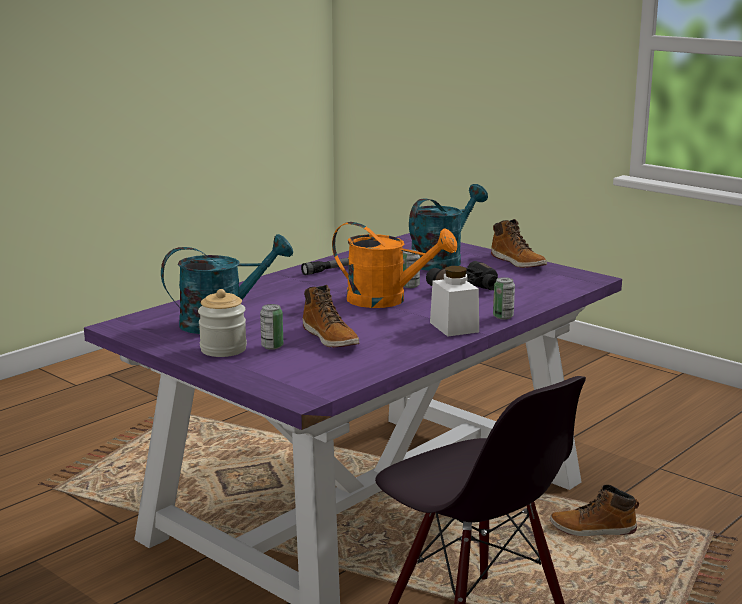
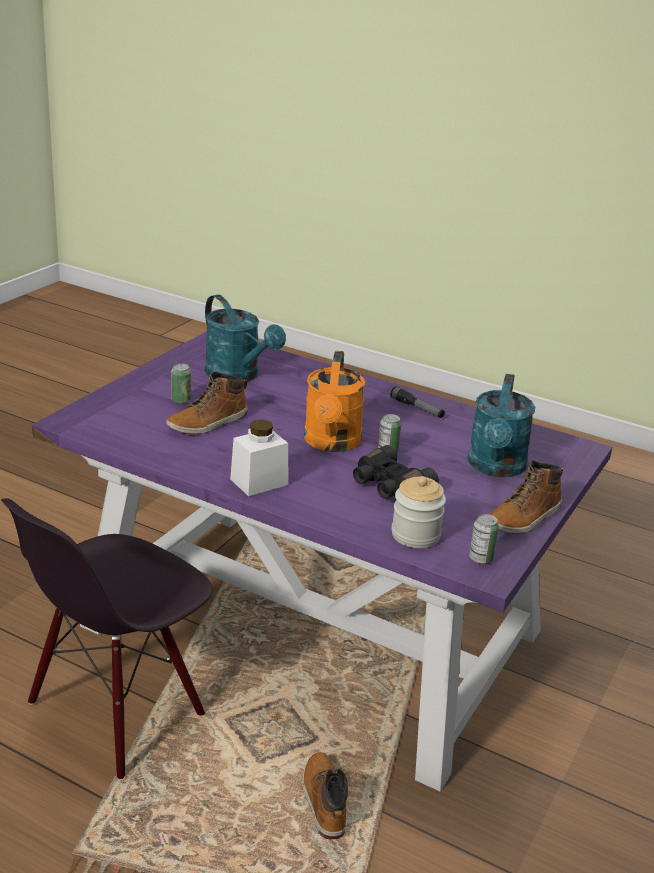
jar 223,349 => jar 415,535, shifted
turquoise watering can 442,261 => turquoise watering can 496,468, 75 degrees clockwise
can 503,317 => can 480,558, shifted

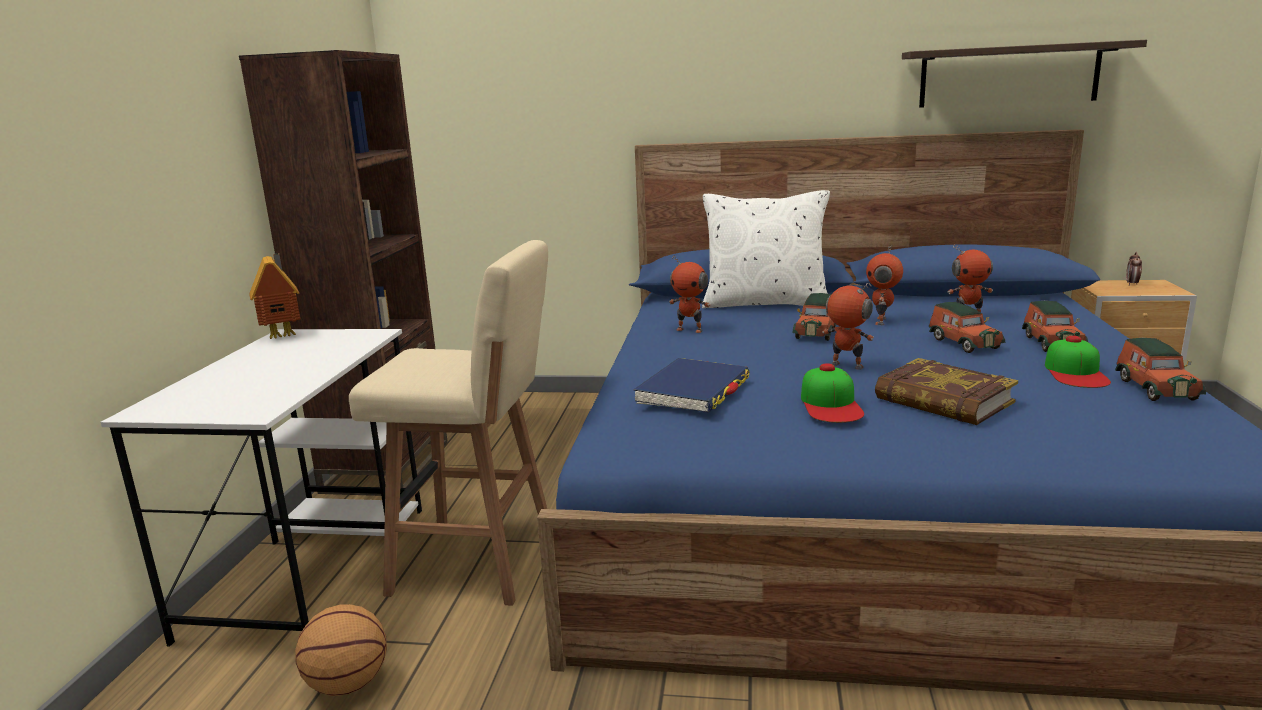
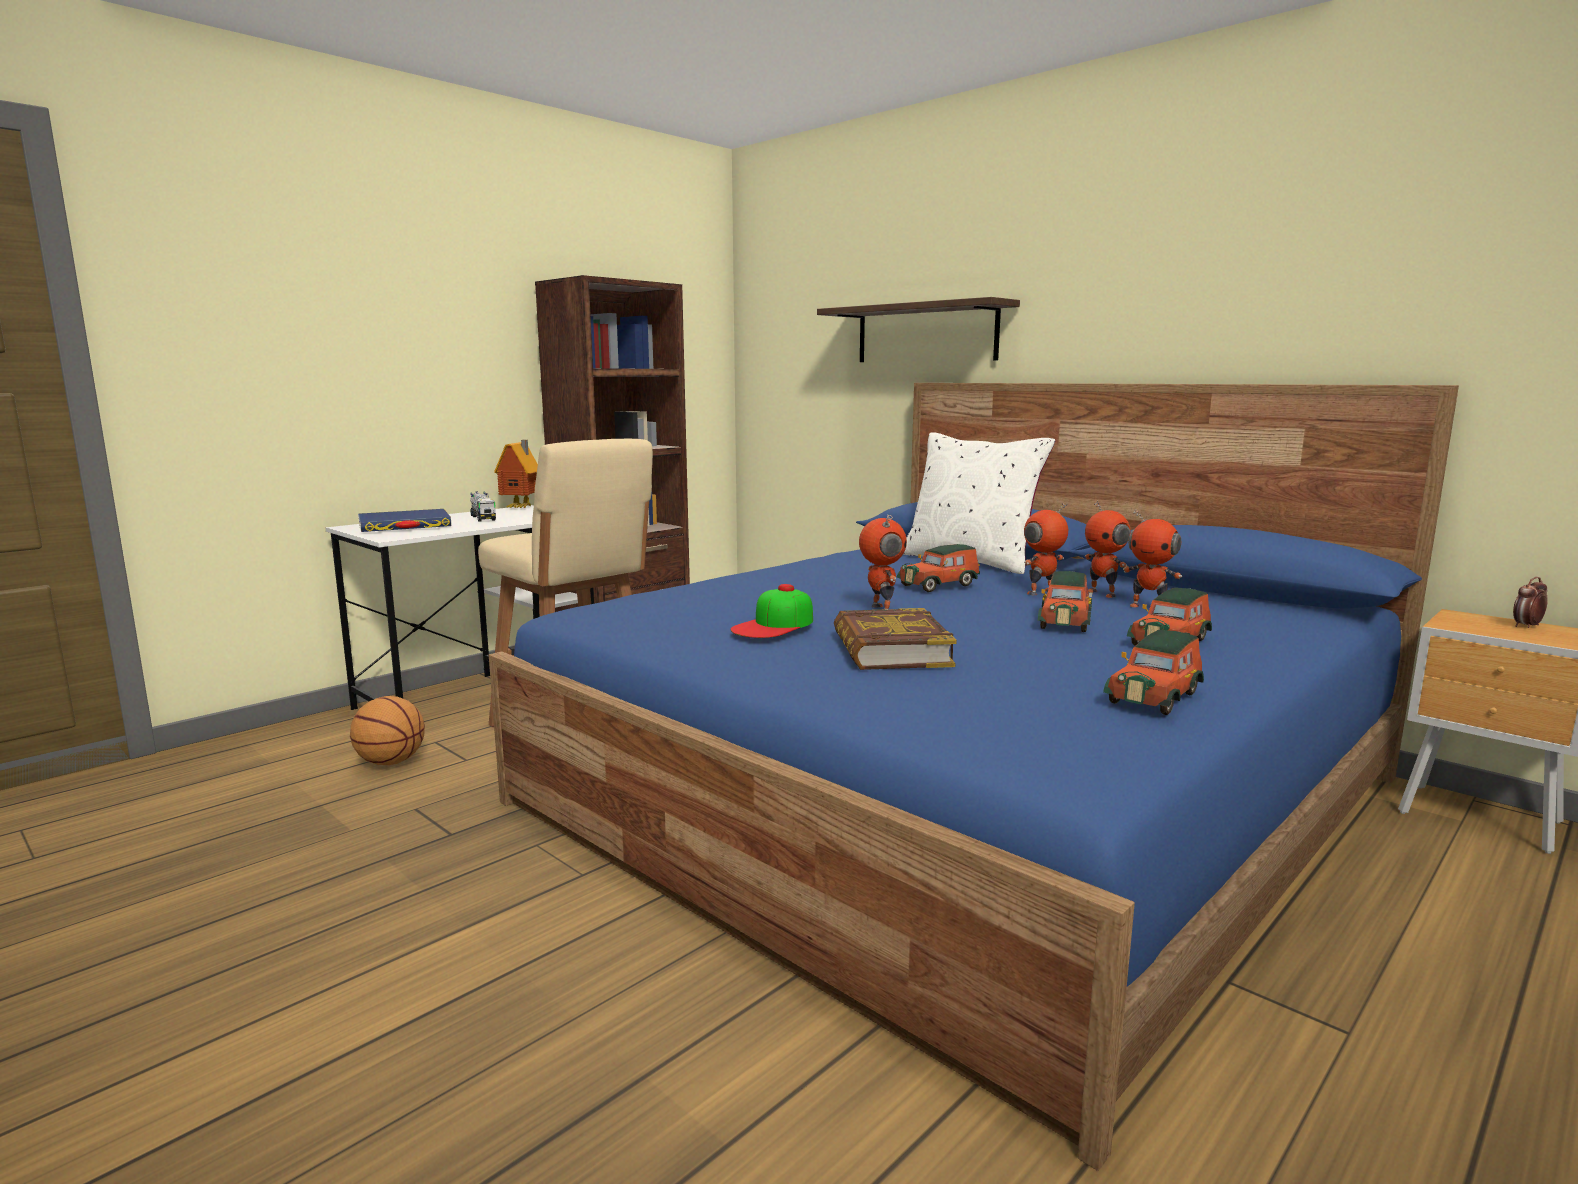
blue book 693,391 => blue book 404,526, shifted
nothing => toy truck 483,518
shelf 1008,76 => shelf 926,333, shifted
toy robot 690,330 => toy robot 1103,593, shifted
cap 1076,372 => nothing

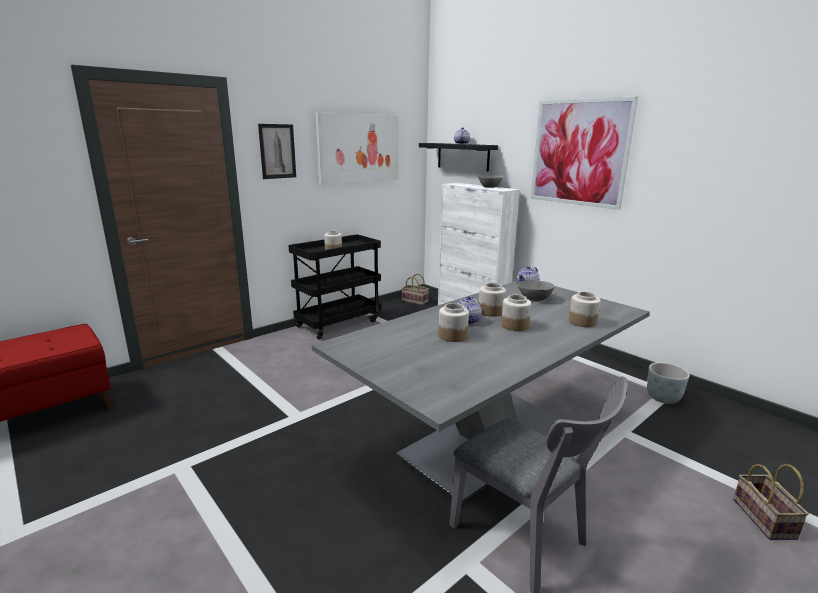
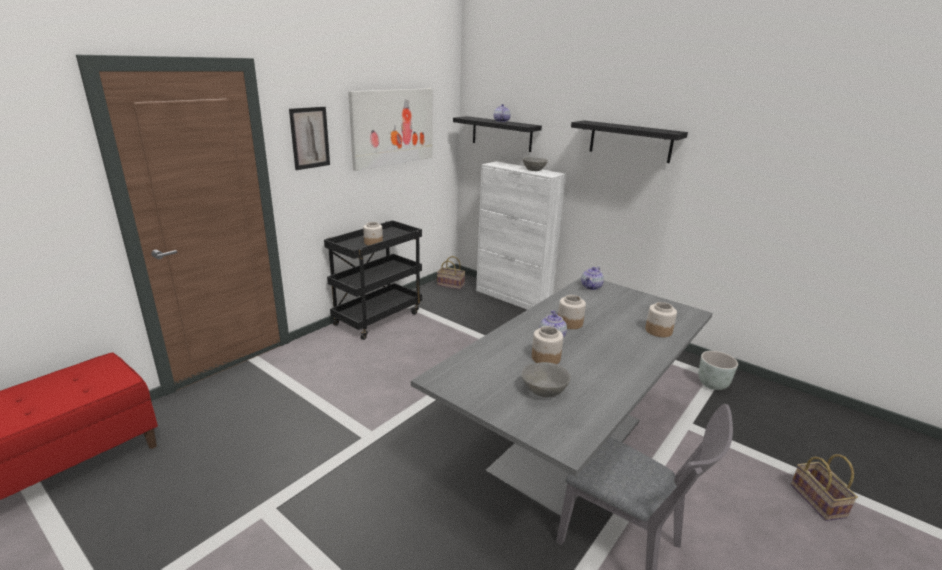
grey bowl 535,298 => grey bowl 544,390, shifted
picture 579,153 => black shelf 630,141
jar 514,325 => nothing

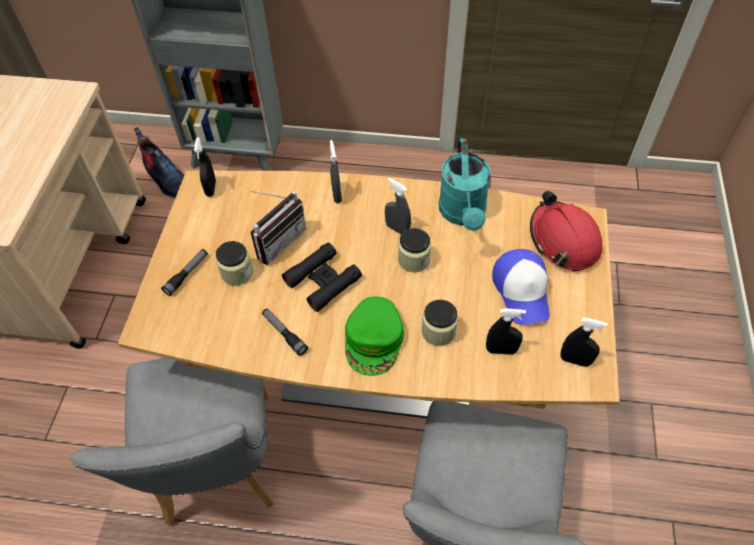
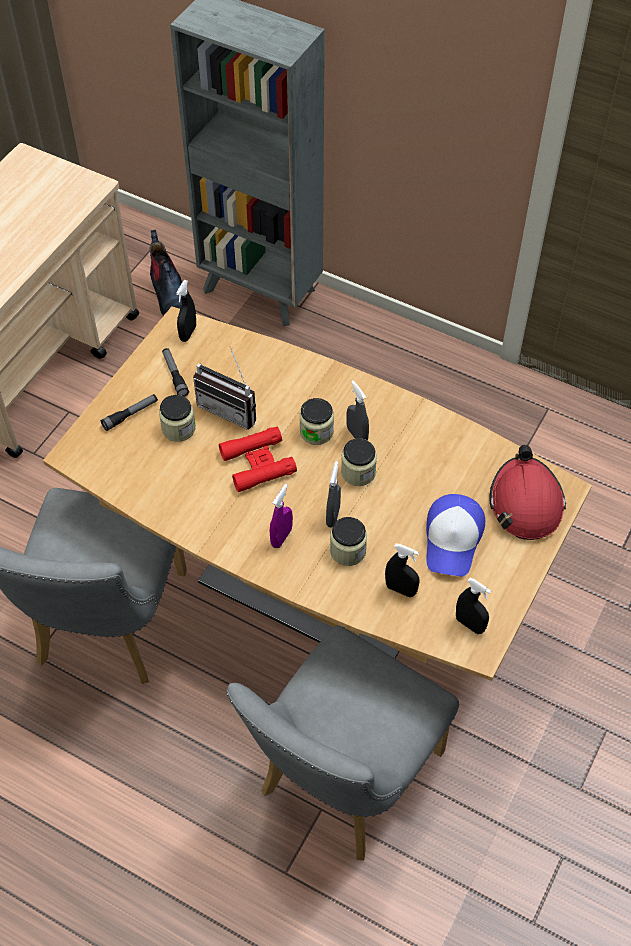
flashlight 284,334 => flashlight 175,375, shifted
radio 277,240 => radio 231,408, 60 degrees clockwise
black binoculars 322,280 => red binoculars 258,463
green cap 374,339 => purple spray bottle 281,537
nothing => jar 316,432
grey spray bottle 336,194 => grey spray bottle 333,516, shifted
turquoise watering can 463,214 => nothing

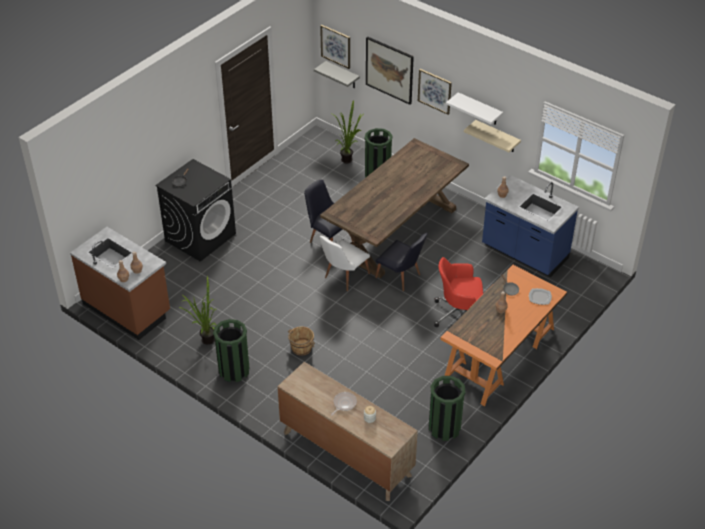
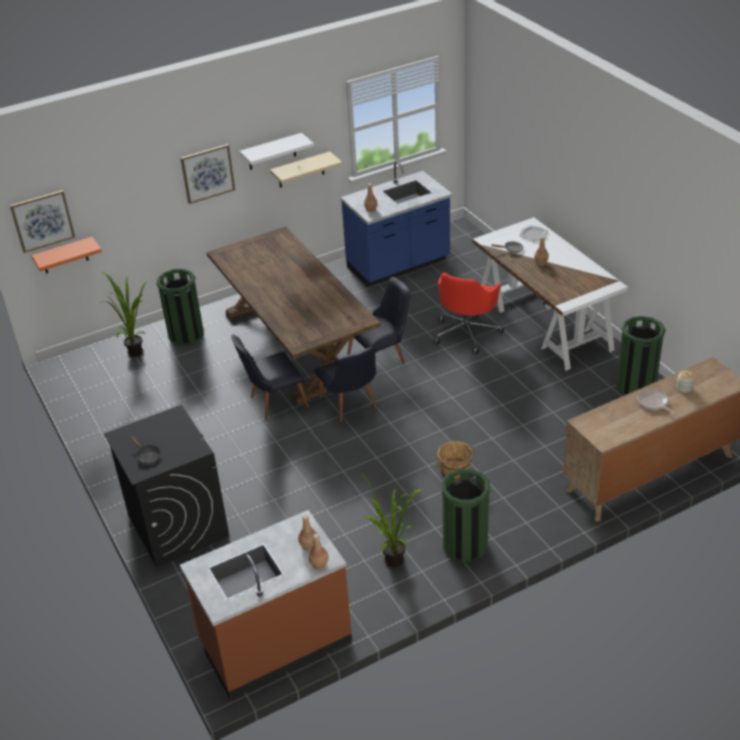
grey shelf 342,75 => orange shelf 64,256
white chair 343,277 => black chair 350,406
orange desk 500,355 => white desk 544,321
picture 389,70 => nothing

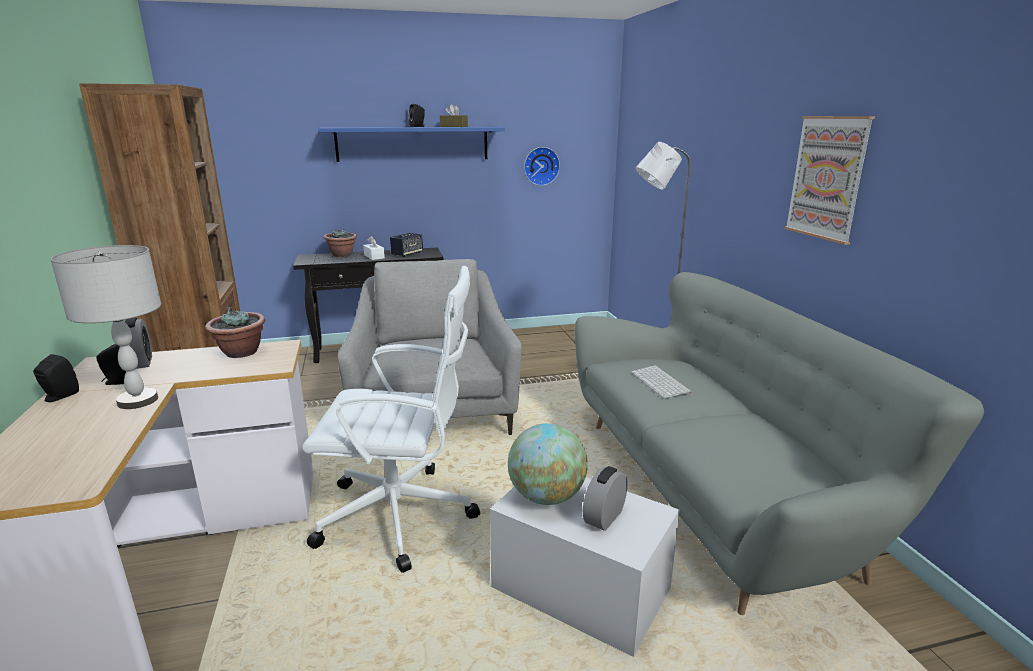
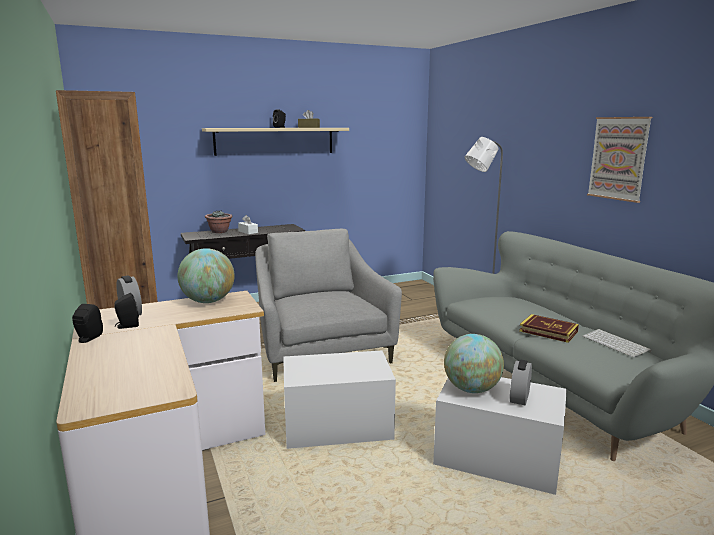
potted plant 241,353 => globe 208,301
blue shelf 413,143 => beige shelf 275,141
white office chair 401,516 => white storage box 337,426
nothing => book 548,331
keyboard 661,383 => keyboard 616,344, shifted
grey table lamp 139,401 => nothing
speaker 407,254 => nothing
wall clock 541,166 => nothing

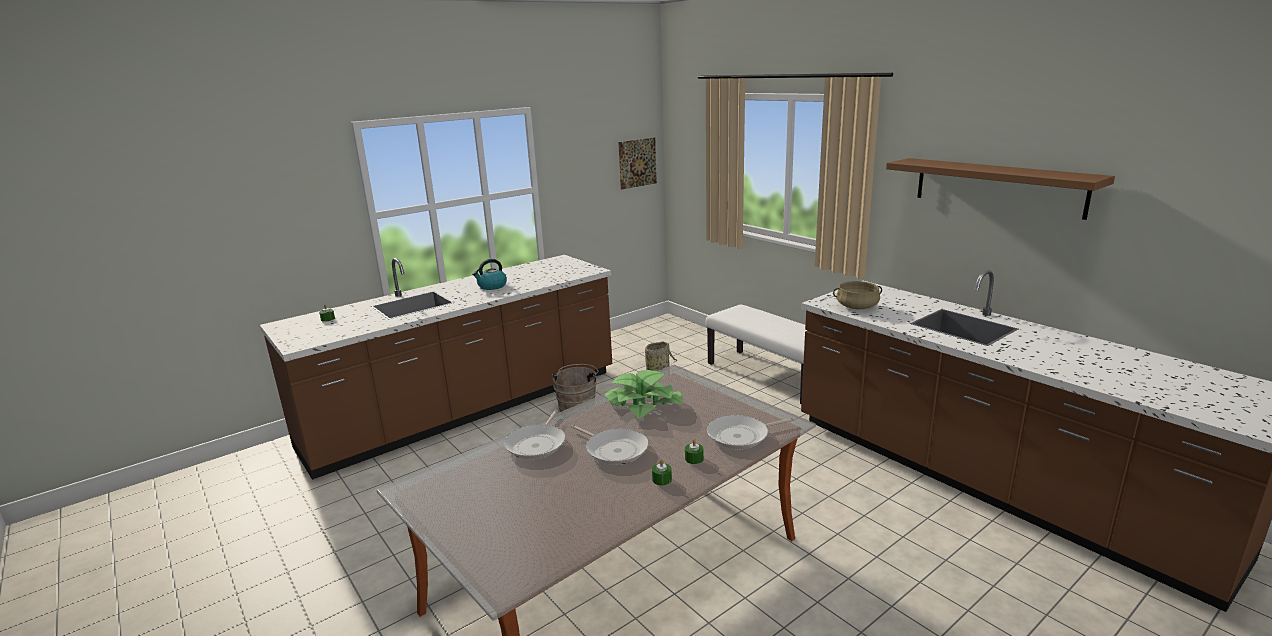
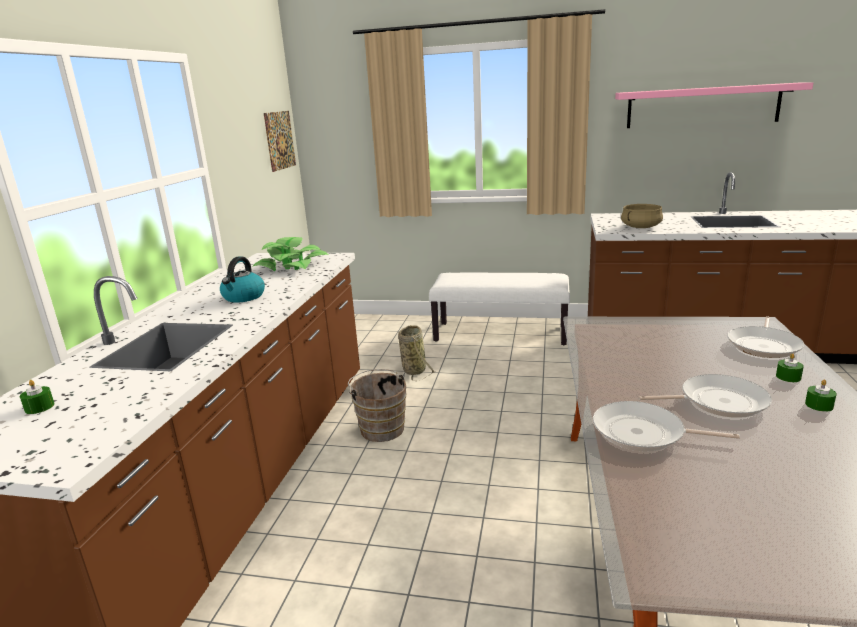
potted plant 643,404 => potted plant 292,266, shifted
frying pan 537,444 => frying pan 643,433, 135 degrees clockwise
brown shelf 997,187 => pink shelf 702,106

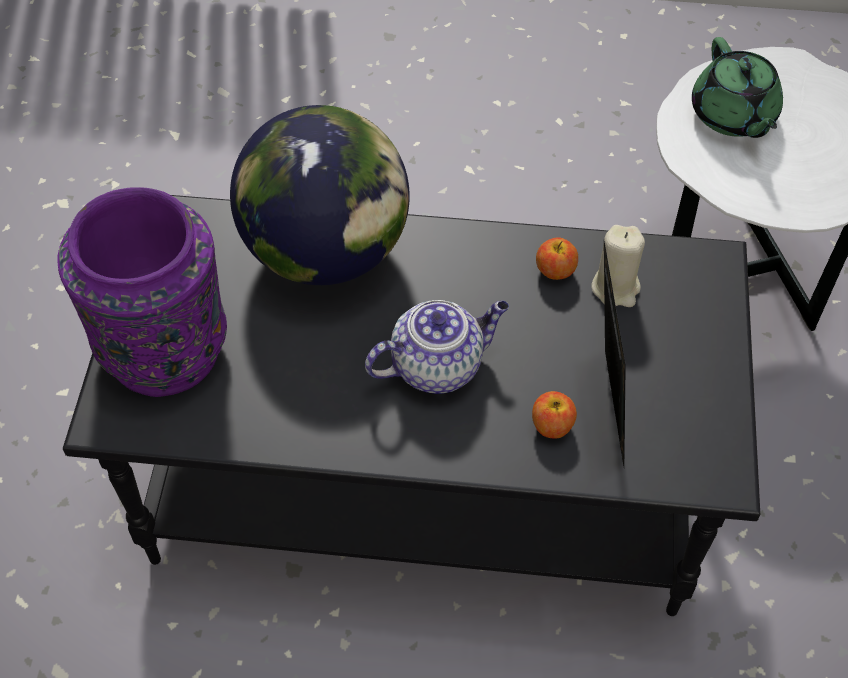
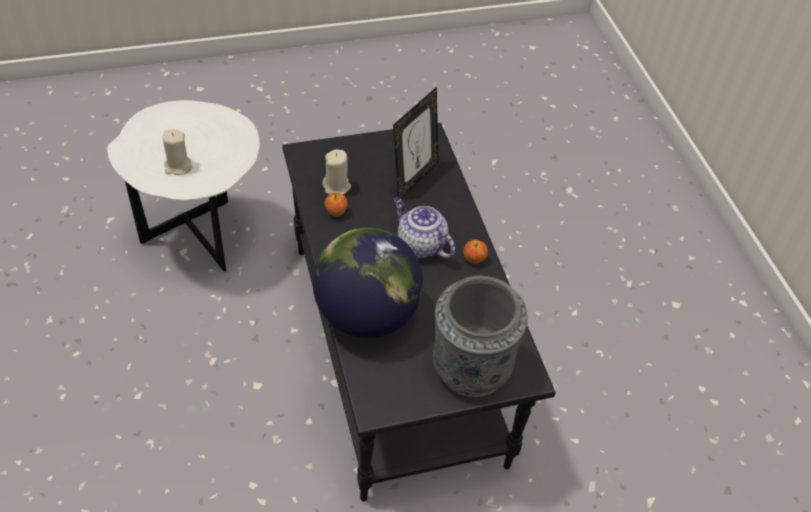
green teapot 733,116 => beige candle 178,166
picture frame 602,408 => picture frame 414,178, 150 degrees clockwise
purple vase 163,347 => grey vase 470,369
apple 552,426 => apple 474,259, shifted

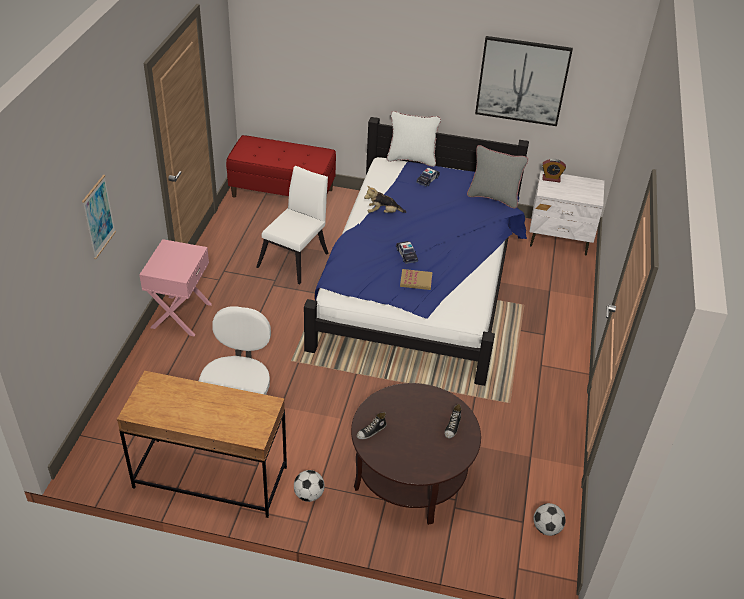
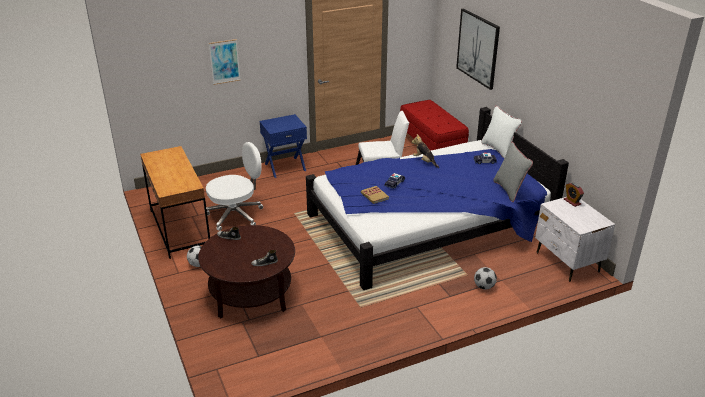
pink nightstand 180,315 => blue nightstand 285,167
picture 522,81 => picture 478,48, shifted
football 546,528 => football 484,287, shifted

